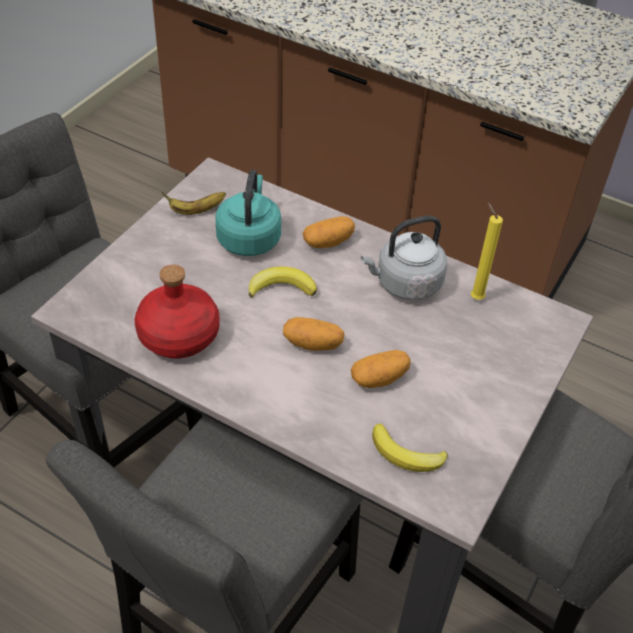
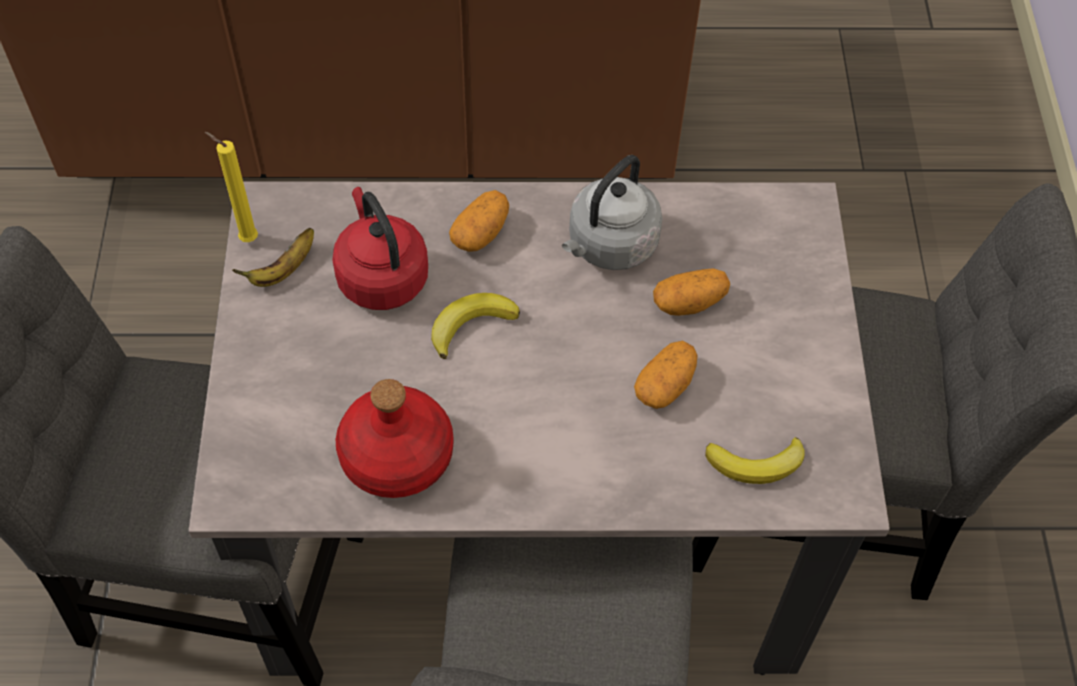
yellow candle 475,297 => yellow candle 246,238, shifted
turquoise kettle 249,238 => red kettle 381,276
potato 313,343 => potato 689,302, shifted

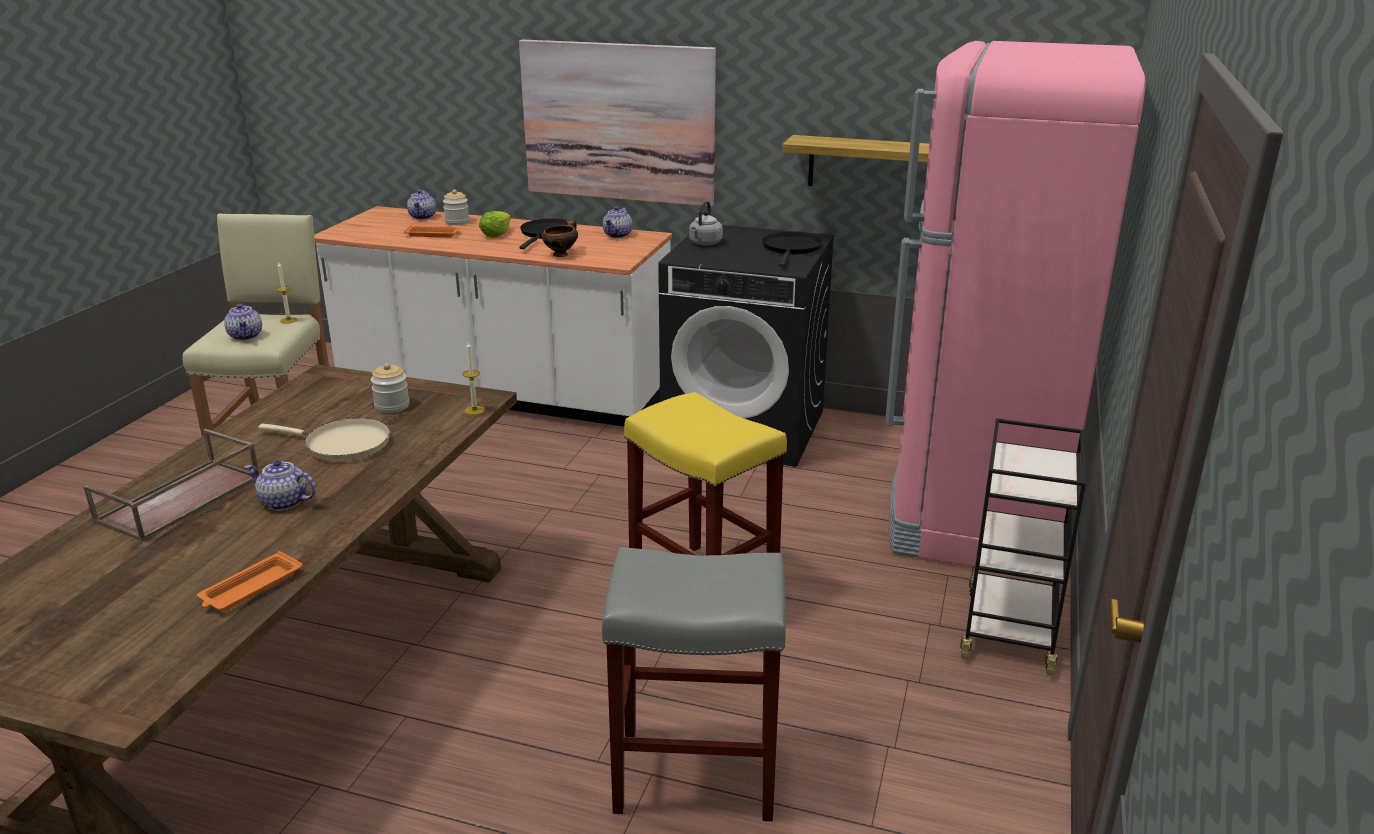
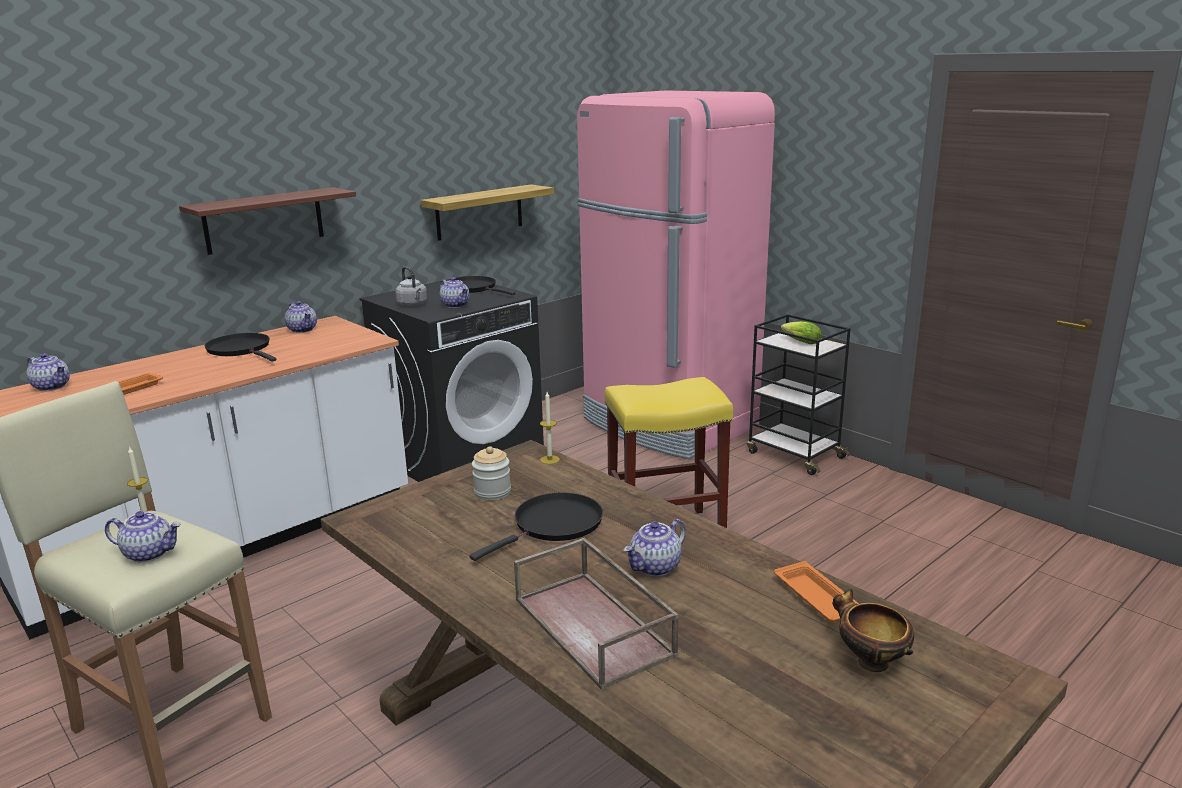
picture 618,122 => shelf 264,220
nothing => teapot 456,305
beige frying pan 342,444 => black frying pan 554,525
lettuce 498,233 => lettuce 799,342, shifted
bowl 561,254 => bowl 869,661, shifted
jar 457,222 => nothing
grey stool 698,772 => nothing

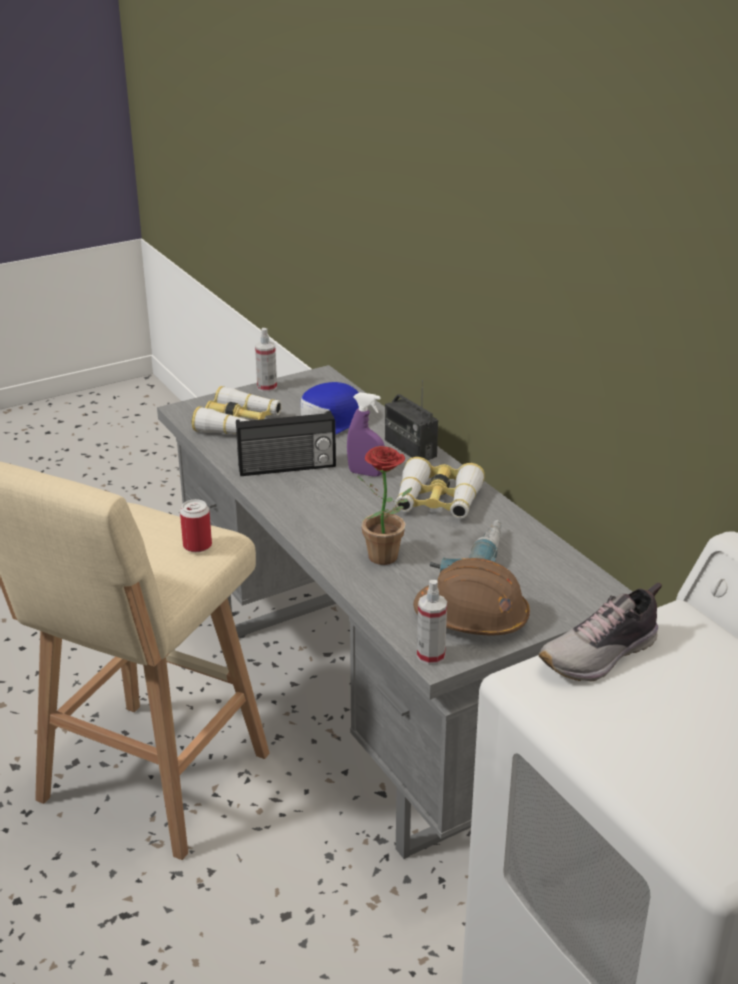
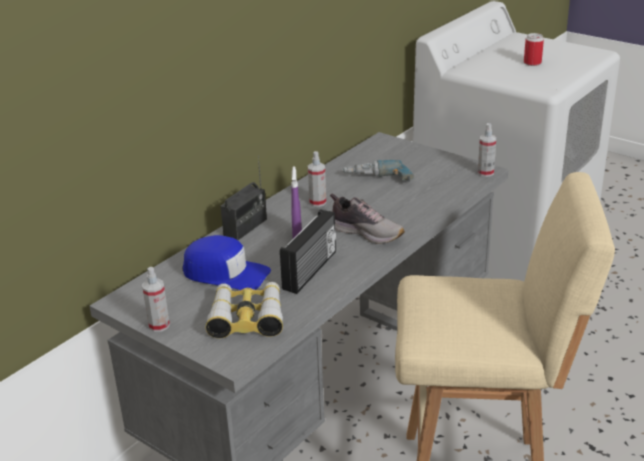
radio 287,468 => radio 311,270, 60 degrees clockwise
binoculars 437,501 => spray bottle 317,202
shoe 601,655 => shoe 366,232, shifted
can 197,545 => can 532,63, shifted
potted plant 387,560 => nothing
brown hard hat 472,618 => nothing

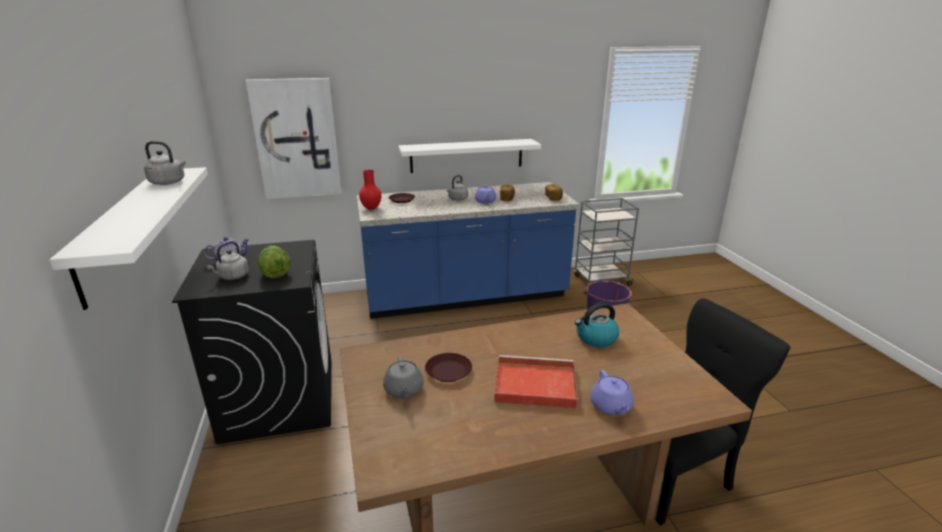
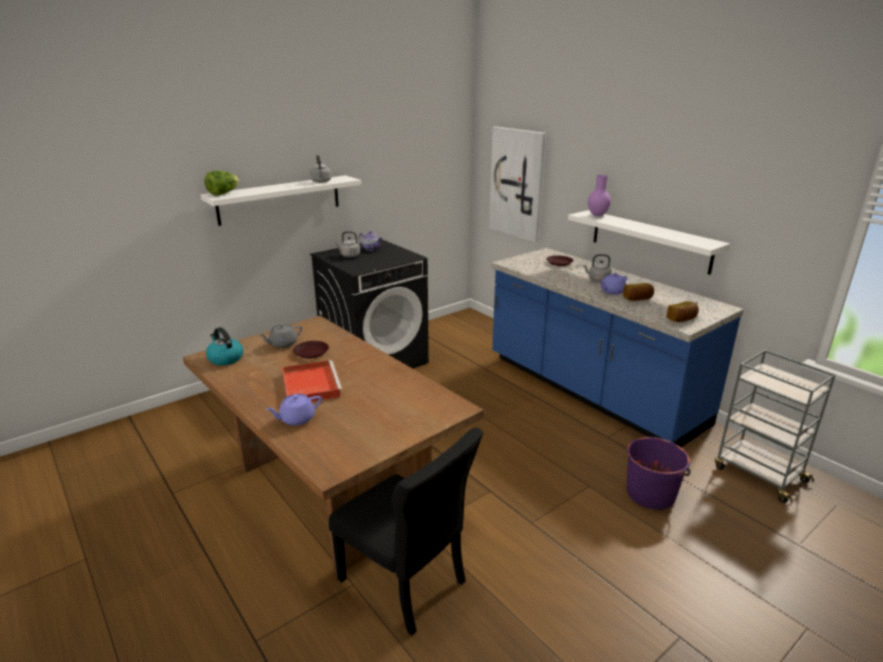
lettuce 275,273 => lettuce 223,193, shifted
kettle 596,338 => kettle 225,358, shifted
nothing => purple vase 597,215
red vase 371,209 => nothing

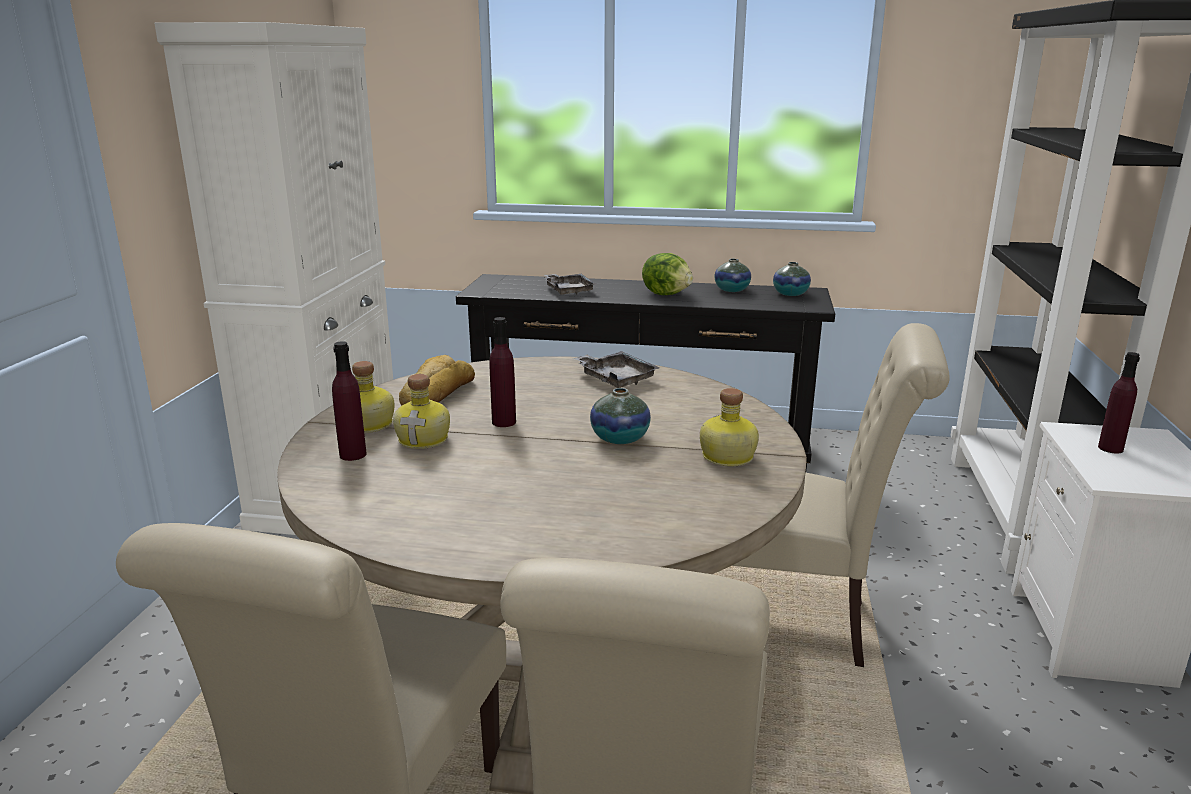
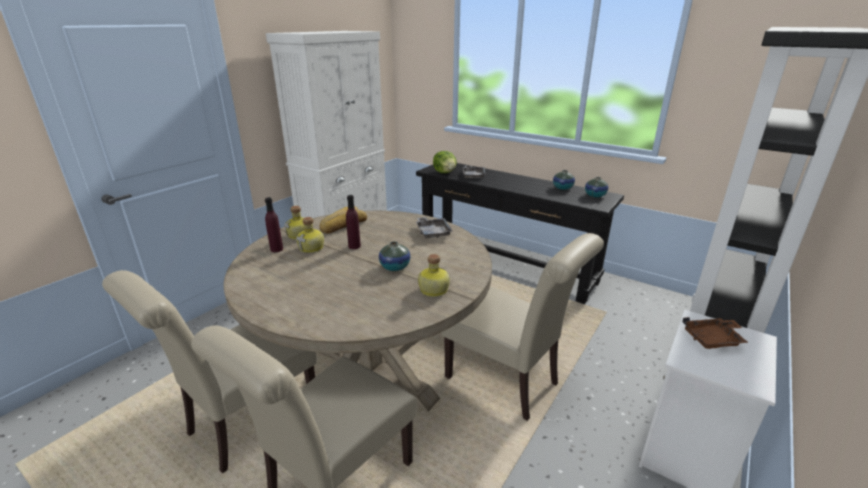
lettuce 667,294 => lettuce 445,172, shifted
purple bottle 1110,448 => brown tray 713,339

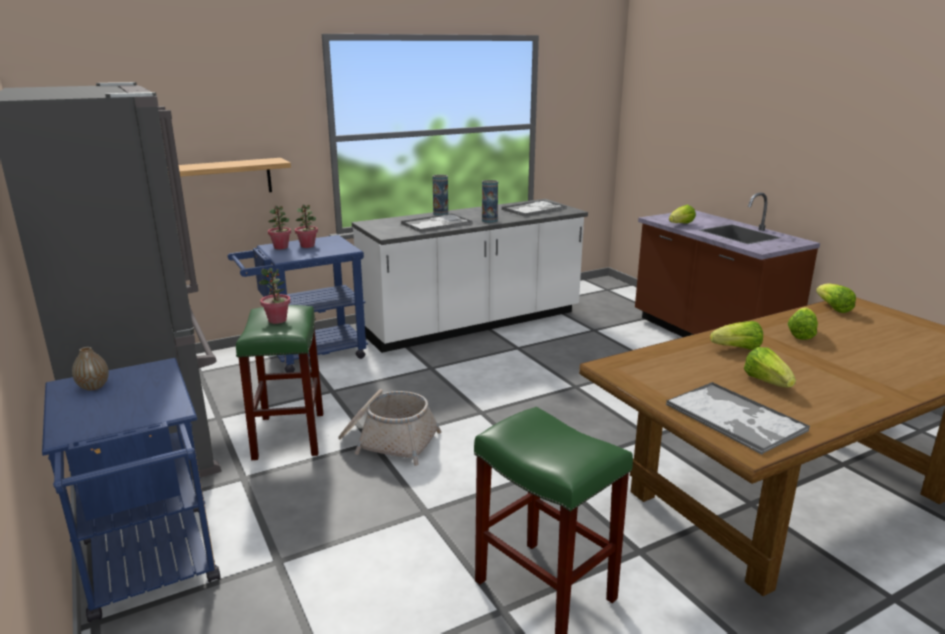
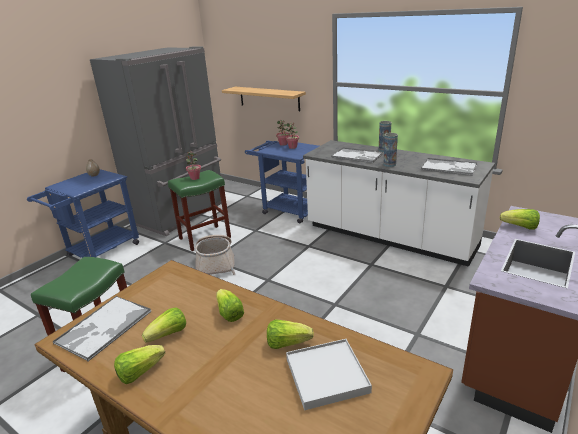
lettuce 833,308 => lettuce 140,372, shifted
nothing => white tray 327,375

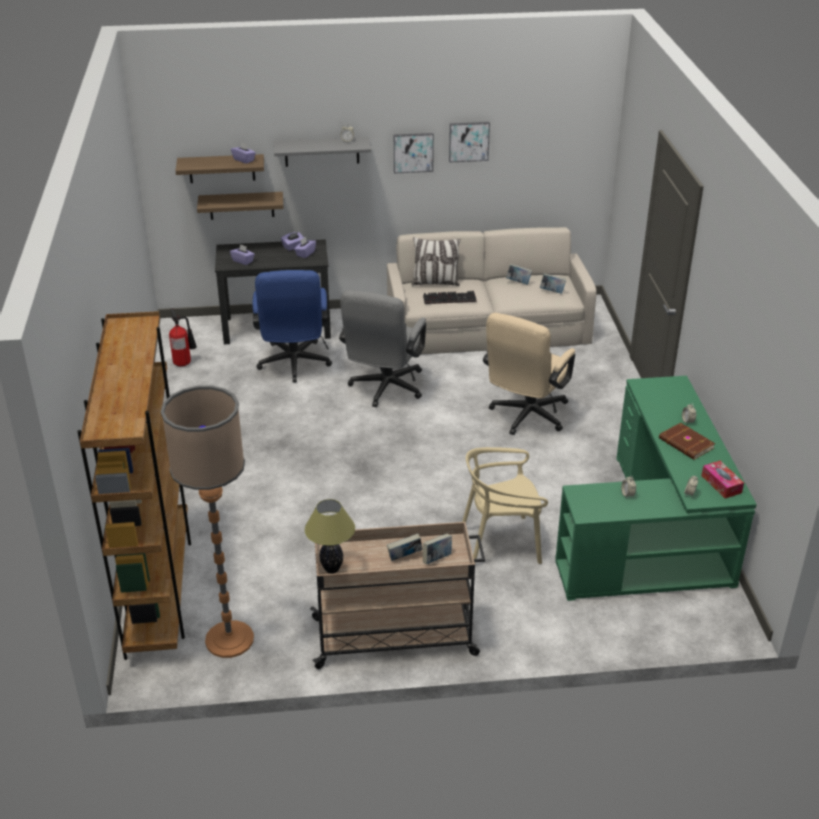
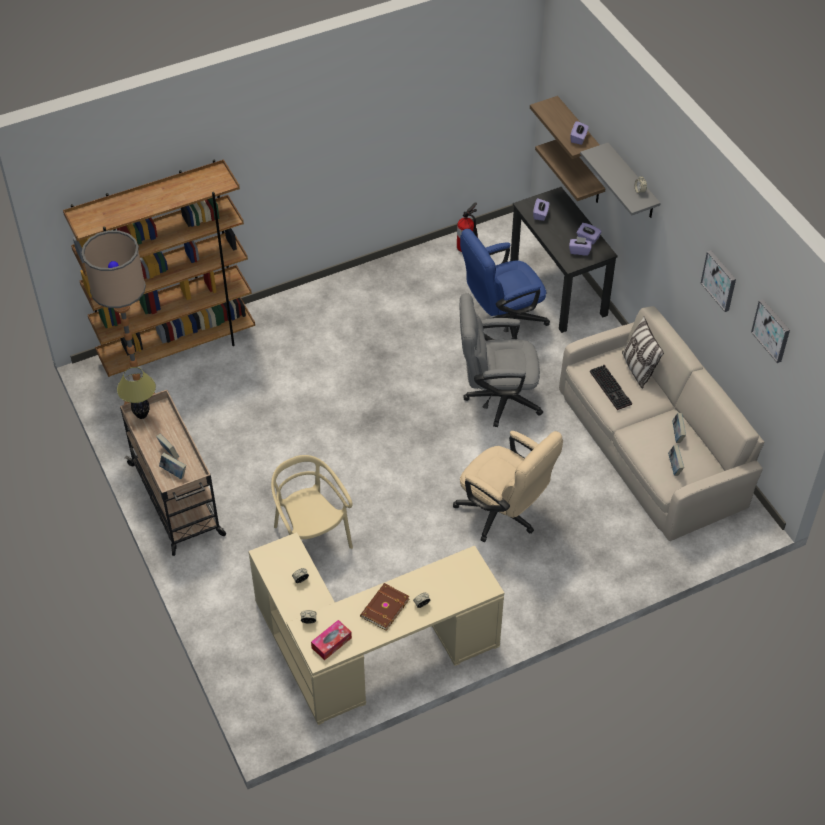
green desk 655,535 => beige desk 366,651
beige office chair 525,417 => beige office chair 504,515, 150 degrees counterclockwise
picture 413,152 => picture 772,330, shifted

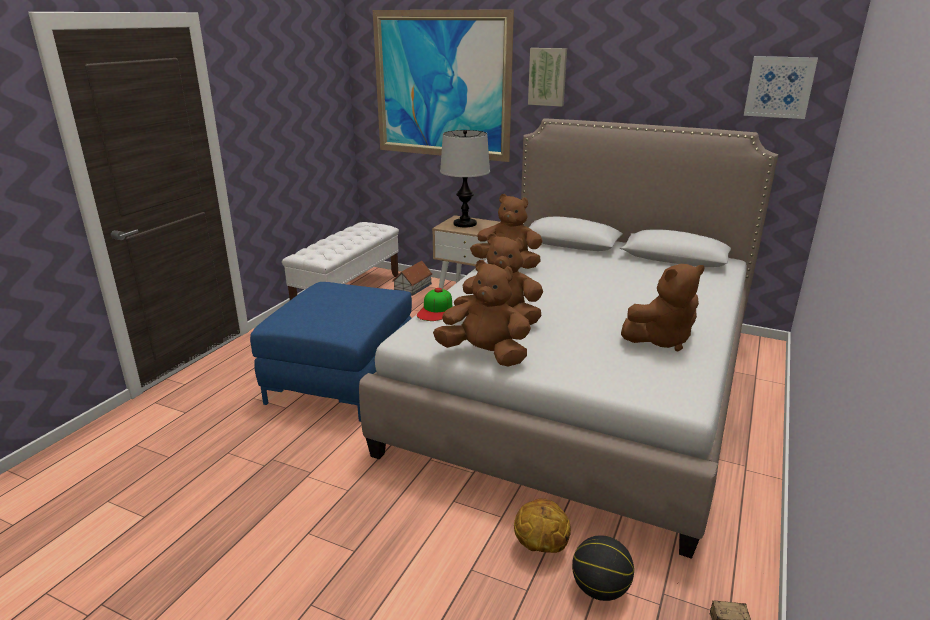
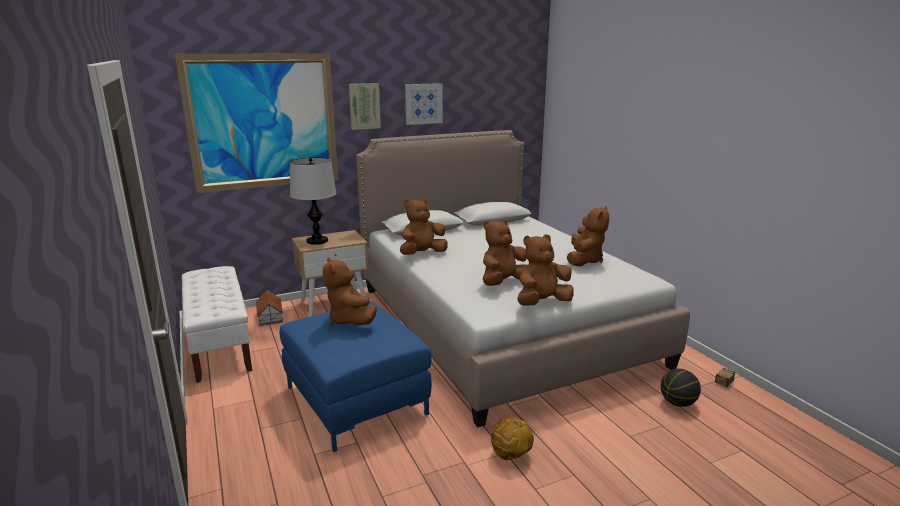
nothing => brown plush toy 350,320
picture 779,87 => picture 423,104, shifted
basketball 540,546 => basketball 510,455, shifted
cap 435,310 => nothing

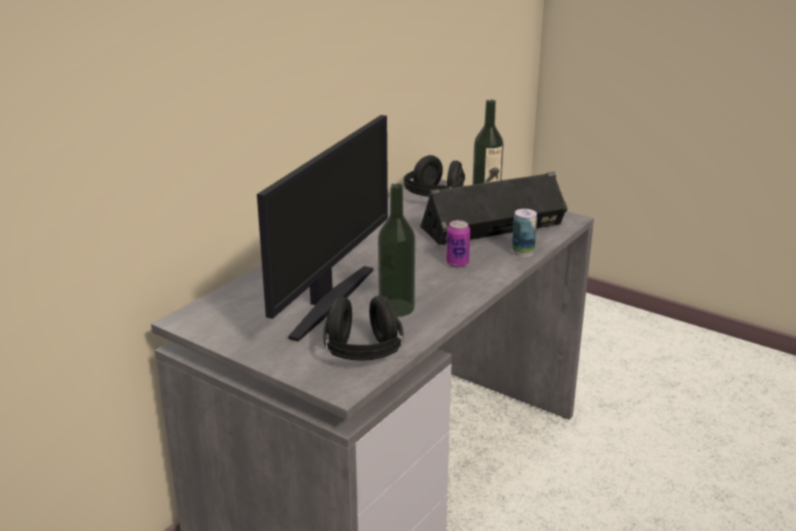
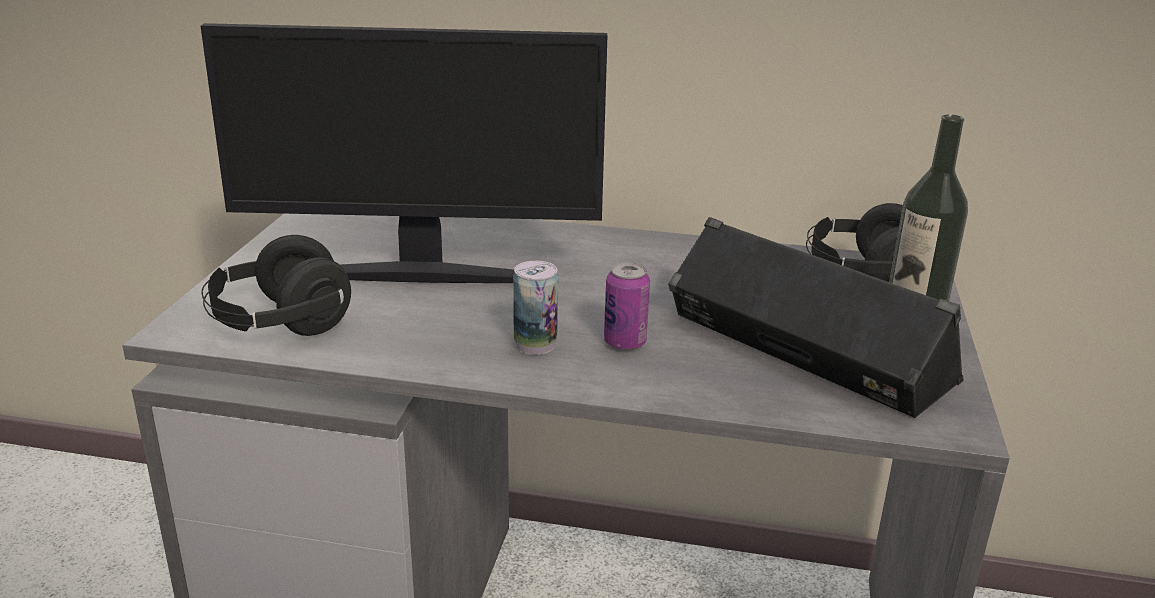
can 523,252 => can 535,344, shifted
bottle 396,308 => nothing

